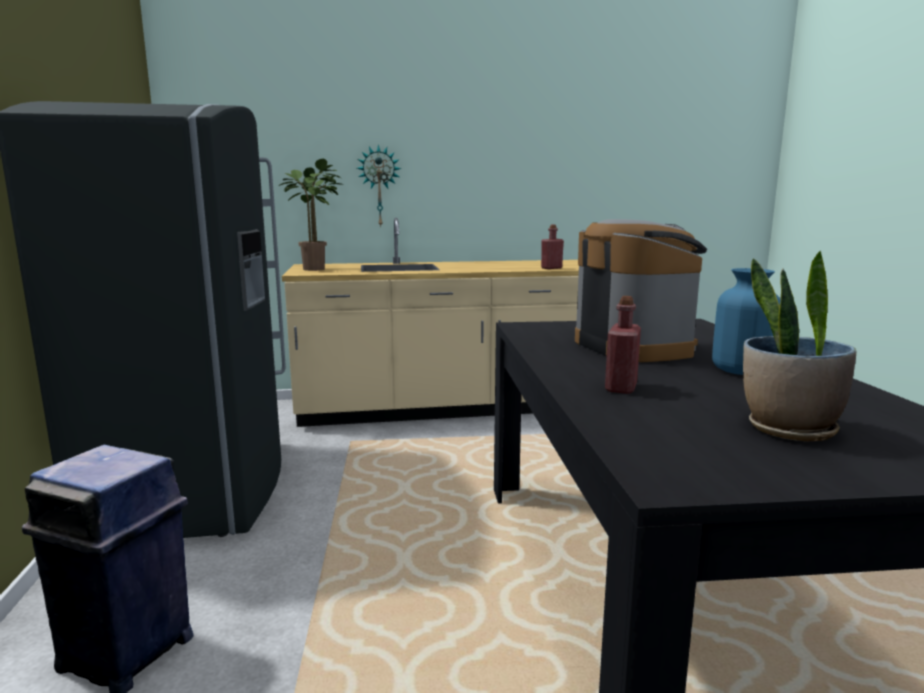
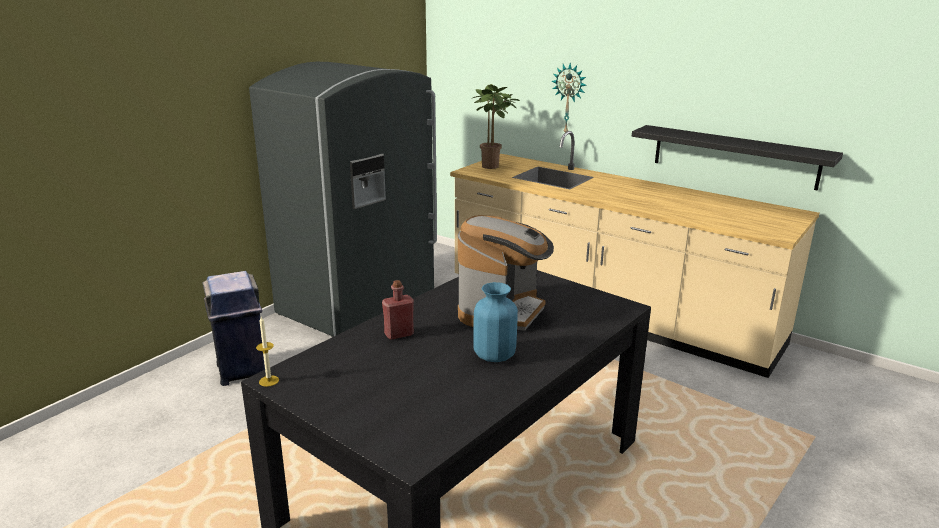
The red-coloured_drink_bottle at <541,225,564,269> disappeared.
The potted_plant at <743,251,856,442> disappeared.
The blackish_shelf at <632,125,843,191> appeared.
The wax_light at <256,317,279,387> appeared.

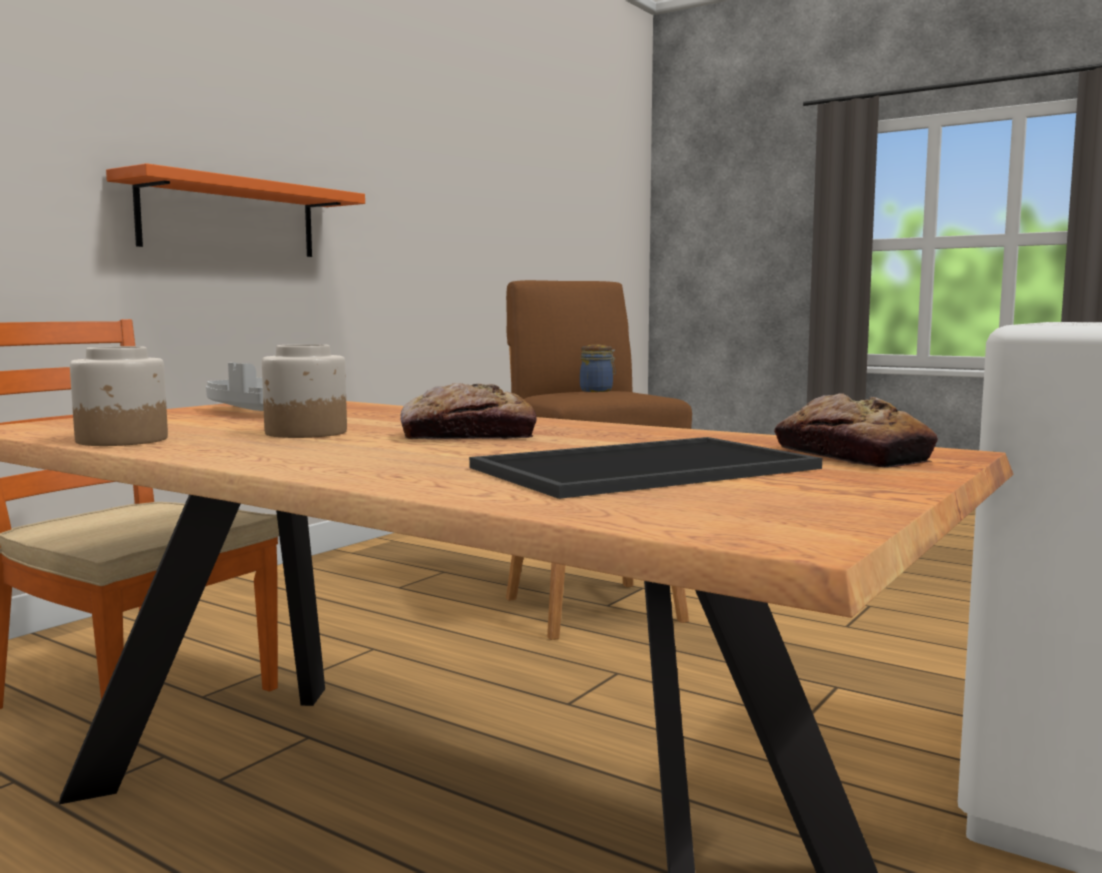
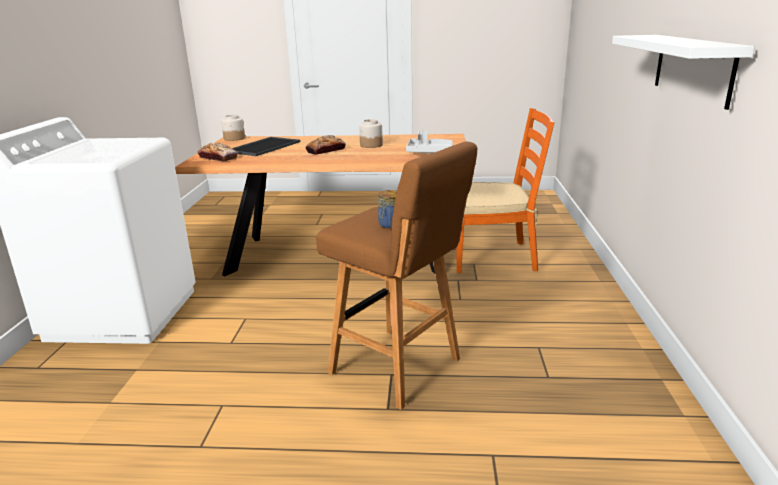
The orange_shelf at <106,163,365,257> became the white_shelf at <612,35,755,110>.
The jar moved from <70,346,168,446> to <221,115,245,141>.

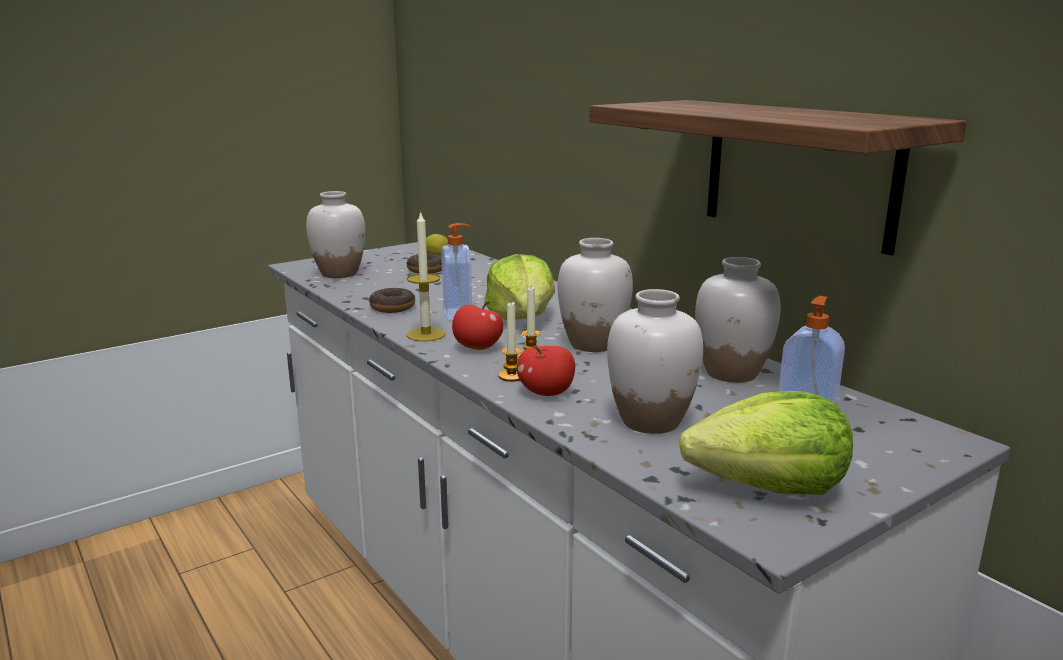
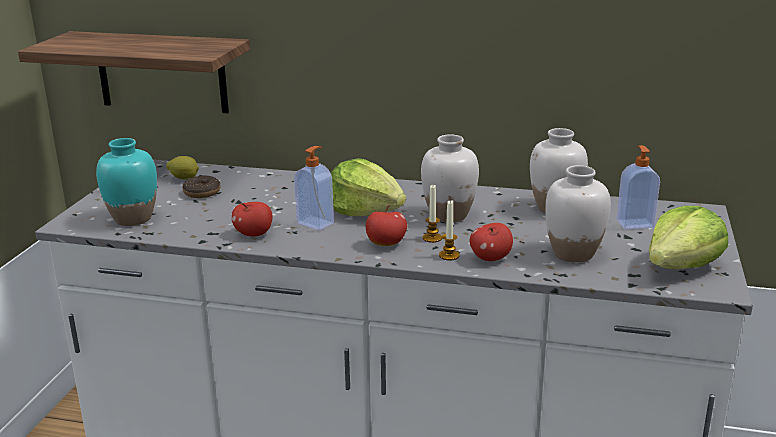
The shelf moved from <589,100,967,256> to <18,31,250,113>.
The white_flower_vase at <306,191,365,278> became the blue-green_flower_vase at <96,138,157,226>.
The wax_light at <407,211,445,341> disappeared.
The donut at <369,288,415,313> was replaced by the apple_fruit at <232,202,272,237>.

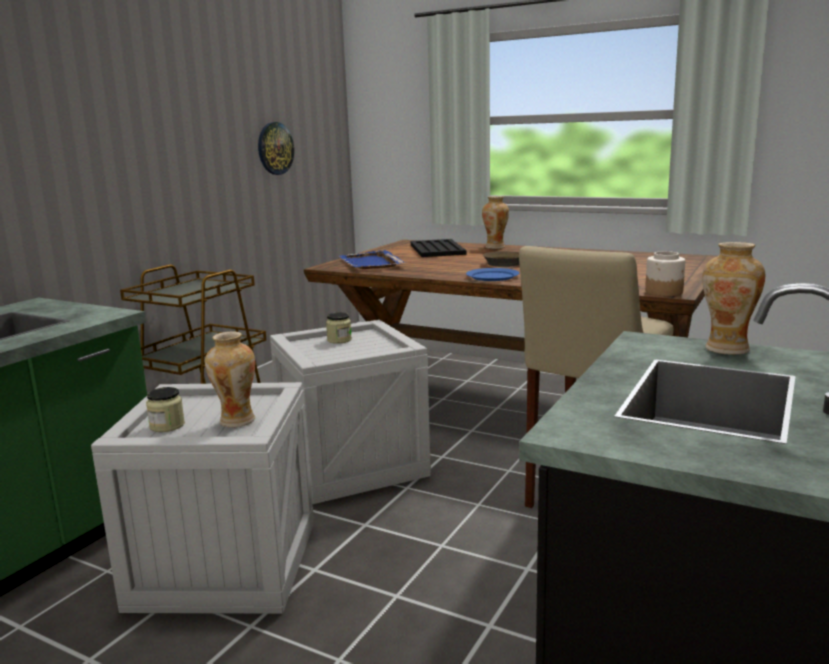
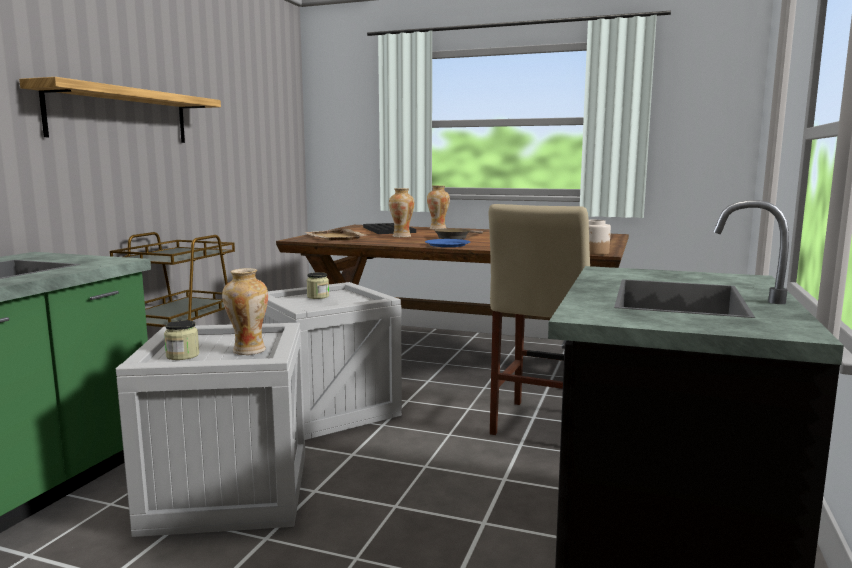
The hanging_clock at <258,122,294,175> disappeared.
The flower_vase moved from <702,242,765,355> to <389,188,414,238>.
The blue-coloured_tray at <340,250,406,269> became the sand-coloured_tray at <304,229,366,240>.
The shelf at <19,77,221,143> appeared.

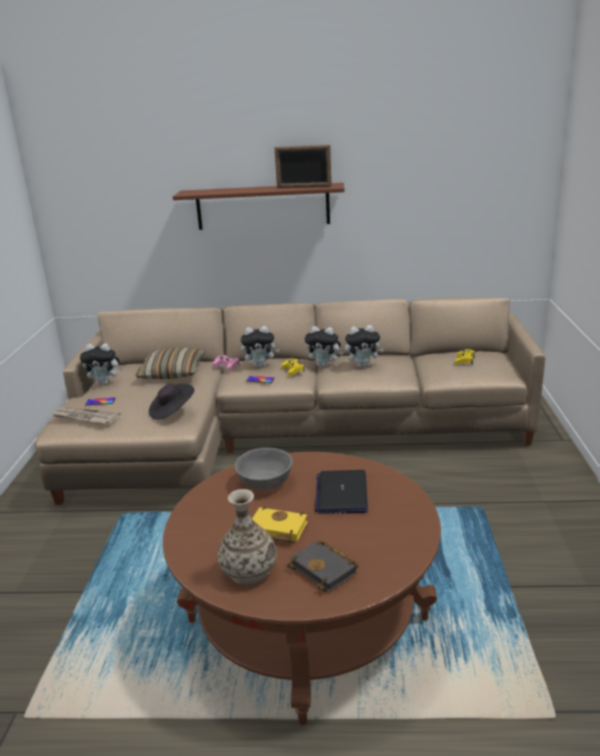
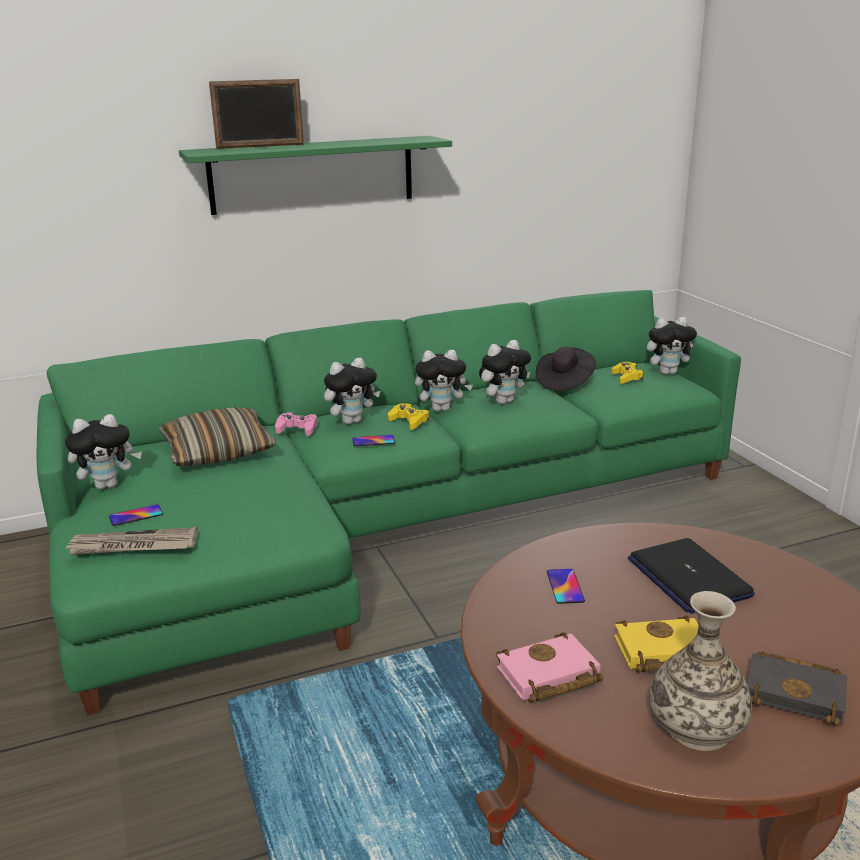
The picture_frame moved from <274,145,332,188> to <209,79,304,149>.
The brown-coloured_shelf at <173,183,345,230> became the greenish_shelf at <179,136,452,215>.
The sand-coloured_couch at <35,297,545,505> became the greenish_couch at <37,290,741,715>.
The blackish_wearable_hat moved from <149,384,194,420> to <536,347,596,391>.
The gray_serving_bowl at <235,448,293,490> was replaced by the phone at <547,569,585,604>.
The soft_toy at <647,317,697,375> appeared.
The pink_book at <496,632,603,703> appeared.

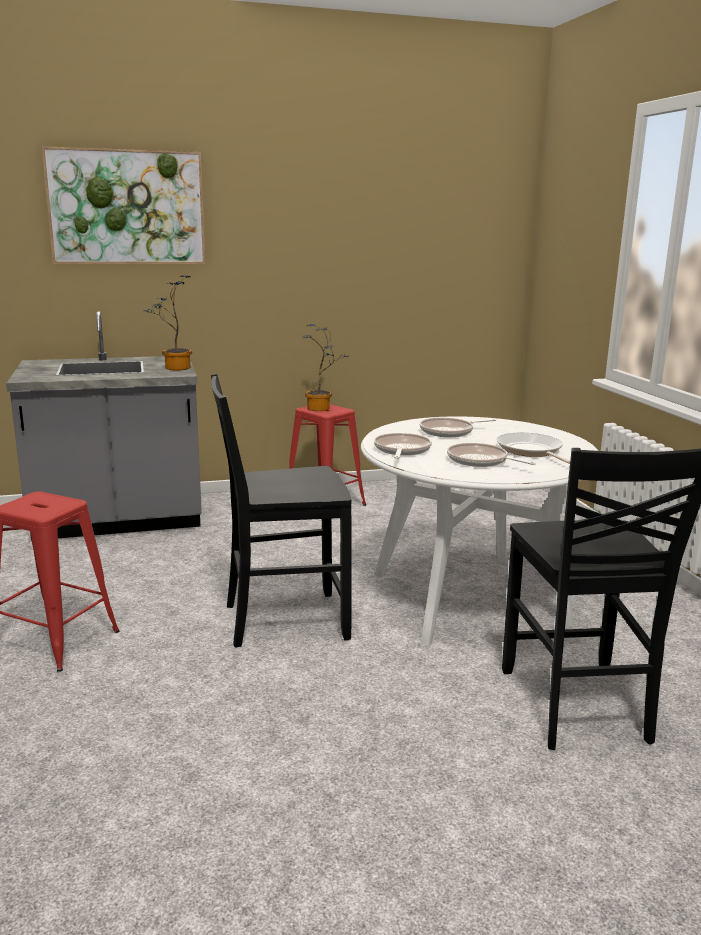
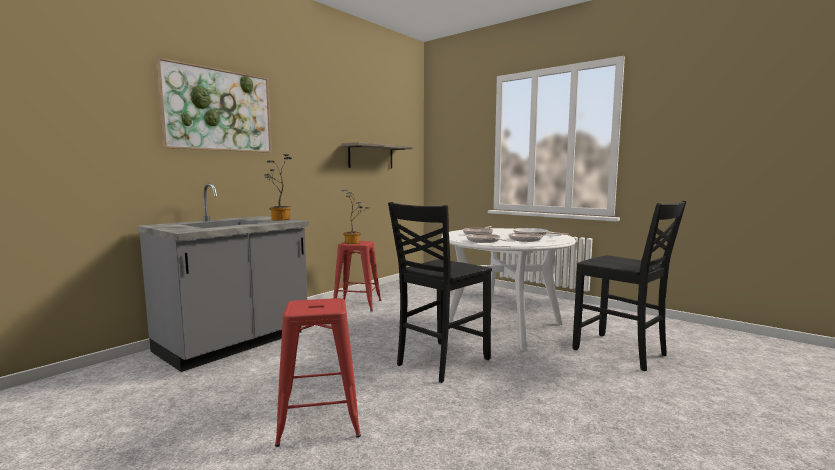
The shelf at <341,142,413,169> appeared.

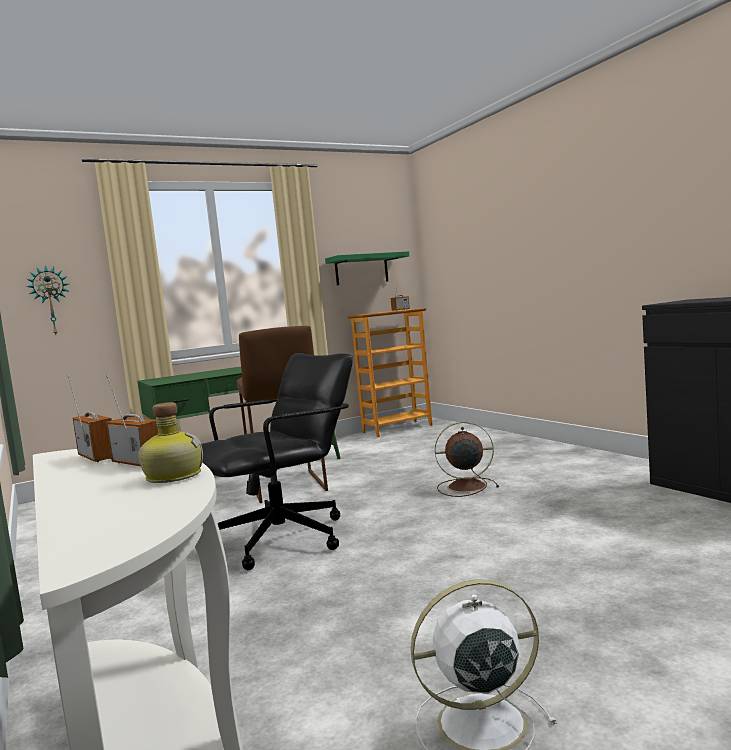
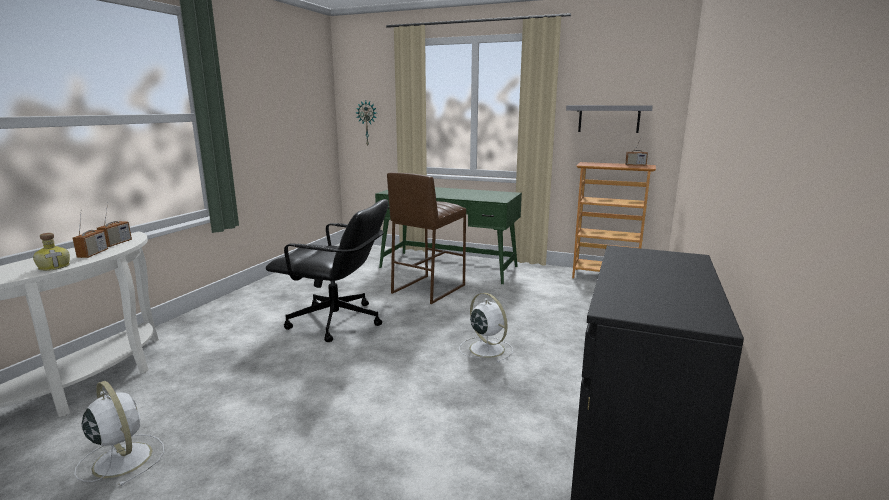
The greenish_shelf at <325,251,409,285> became the gray_shelf at <566,105,653,133>.
The brown-coloured_electric_fan at <435,422,499,497> became the white_electric_fan at <459,293,513,363>.

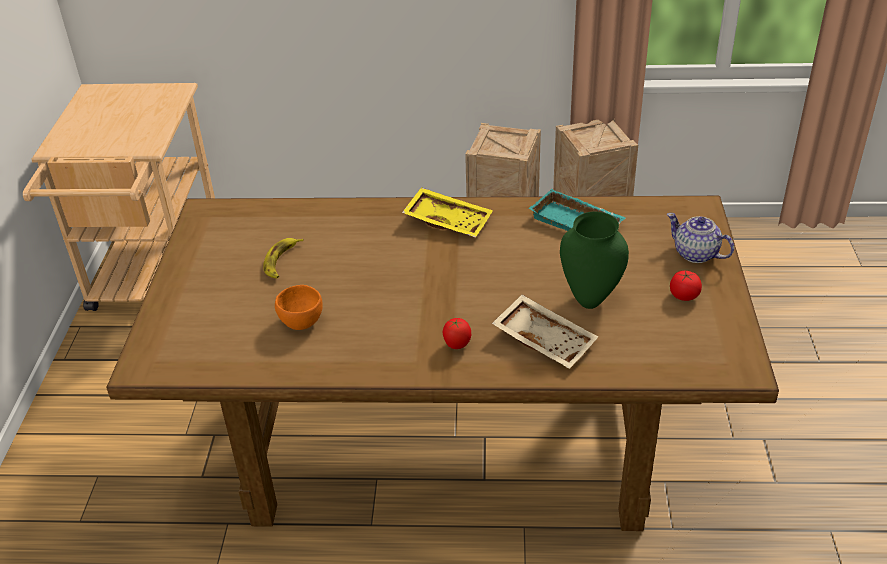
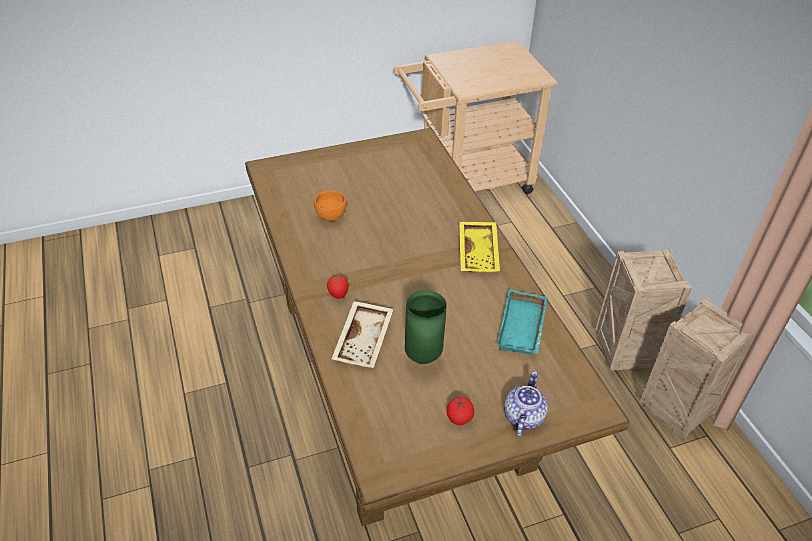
The whole_banana at <263,238,303,279> disappeared.

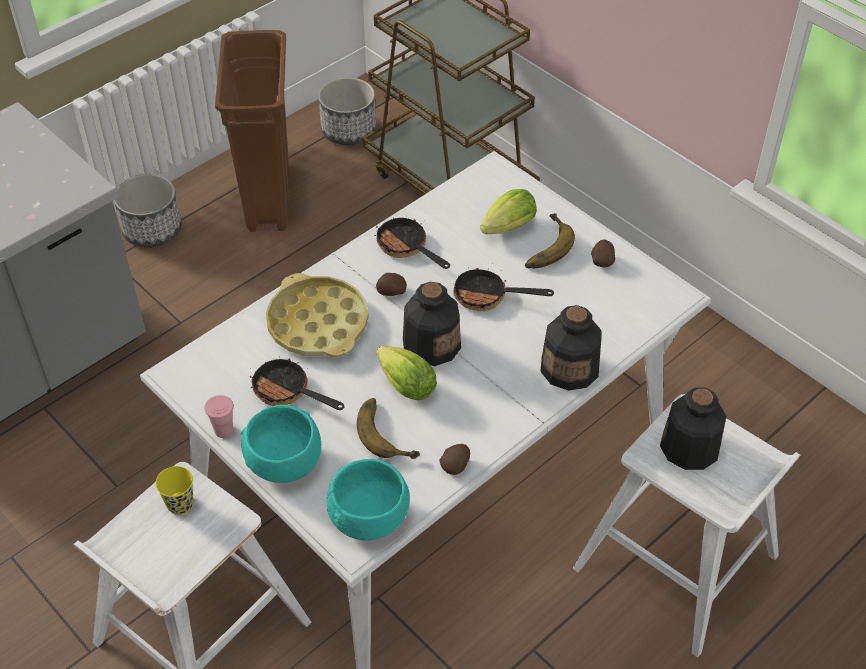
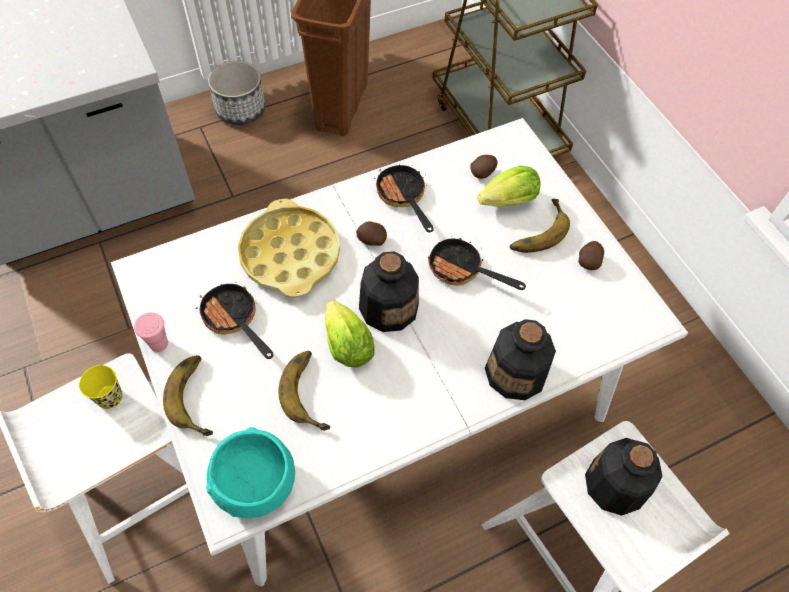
The planter at <318,77,376,145> disappeared.
The blue-green_serving_bowl at <241,405,321,483> was replaced by the whole_banana at <163,355,213,436>.
The whole_potato moved from <440,444,470,475> to <471,155,498,179>.

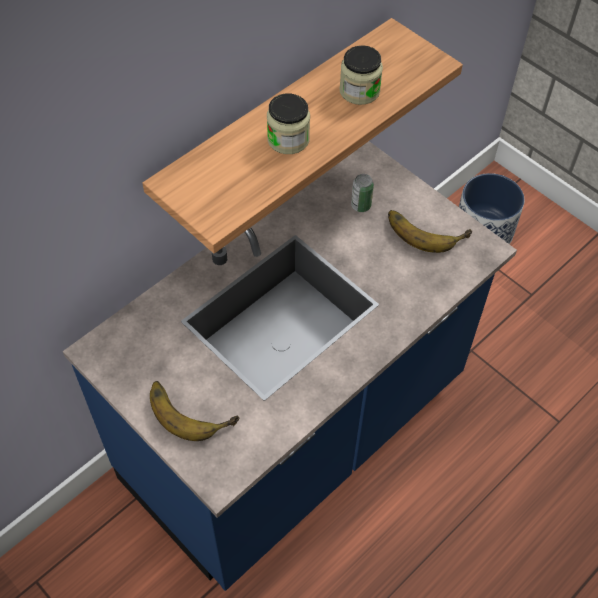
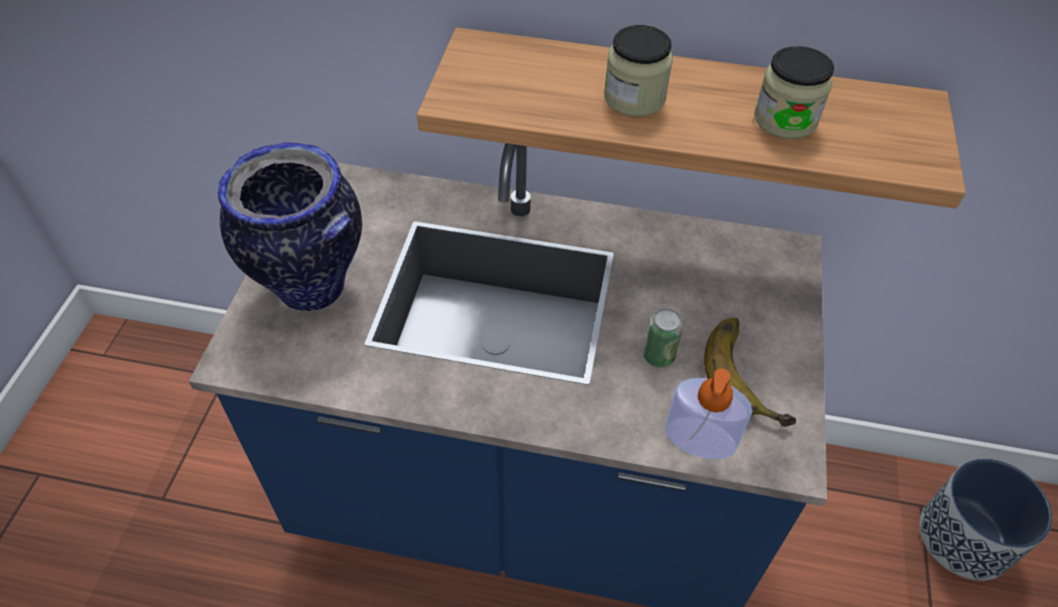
The metal_can moved from <351,174,374,212> to <643,309,683,368>.
The whole_banana at <150,381,240,441> was replaced by the flower_vase at <218,143,362,311>.
The liquid_soap_bottle at <665,369,752,459> appeared.

